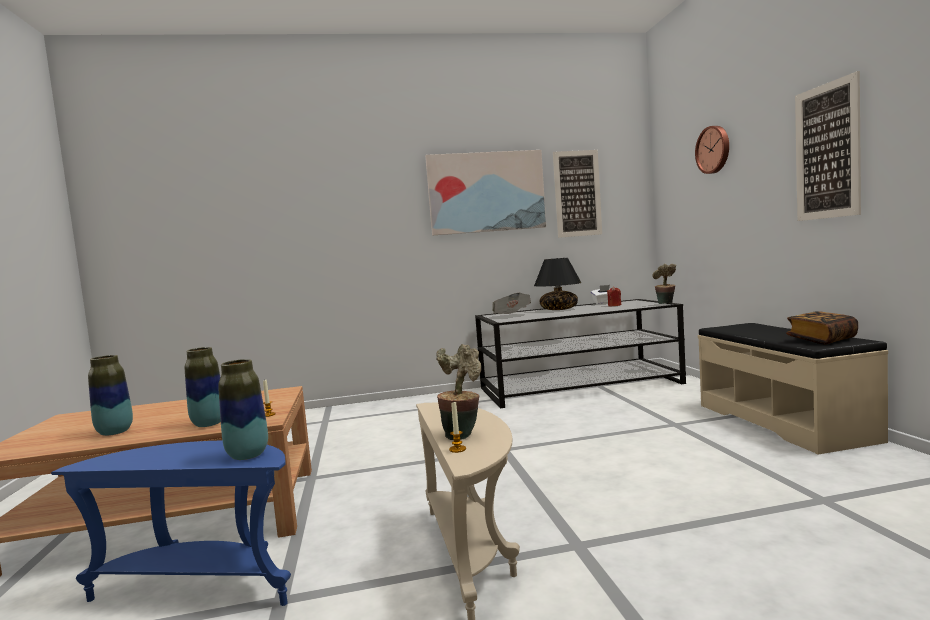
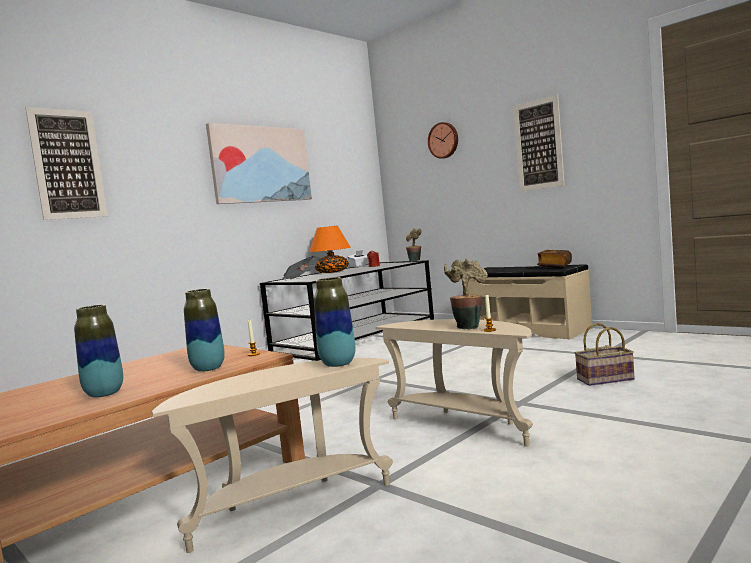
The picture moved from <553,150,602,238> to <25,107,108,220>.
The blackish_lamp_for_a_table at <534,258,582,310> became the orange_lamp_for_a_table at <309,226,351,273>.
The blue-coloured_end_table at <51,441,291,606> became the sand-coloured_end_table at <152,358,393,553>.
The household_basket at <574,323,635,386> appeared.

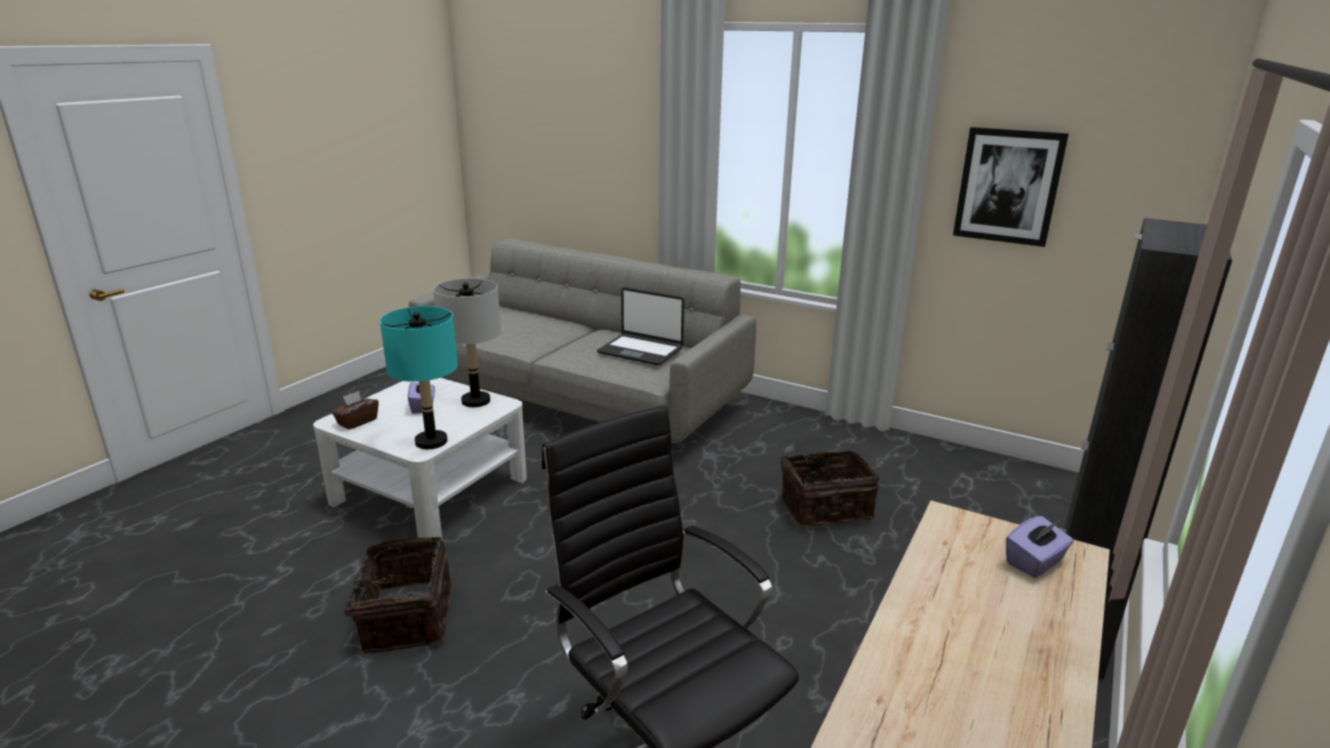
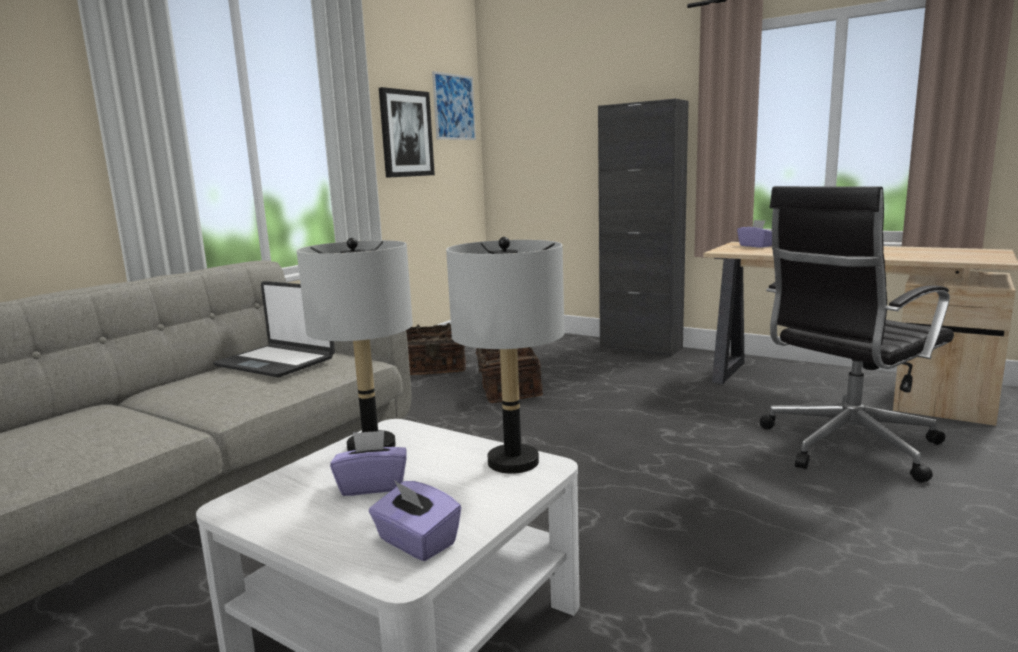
The portable_computer at <597,288,684,365> turned 90 degrees clockwise.
The blue-green_lamp_for_a_table at <380,306,458,449> became the gray_lamp_for_a_table at <446,237,564,474>.
The brown-coloured_tissue_box at <332,391,379,430> became the purple-coloured_tissue_box at <369,480,461,561>.
The household_basket moved from <332,537,452,653> to <406,323,466,375>.
The picture at <432,71,476,140> appeared.

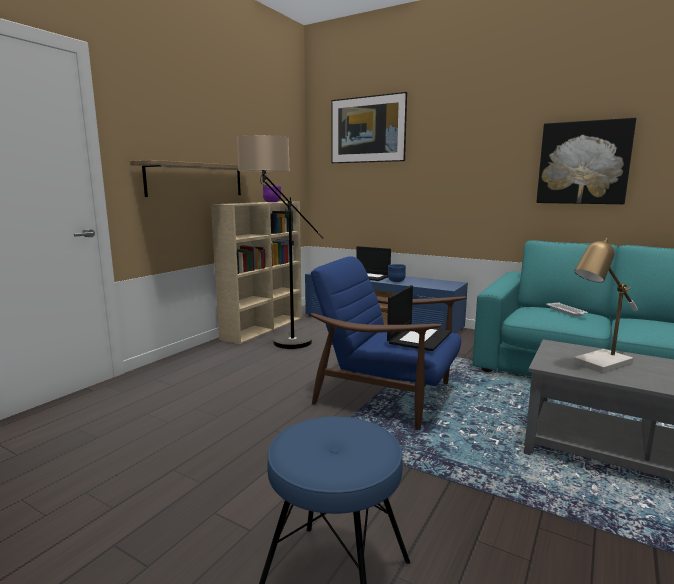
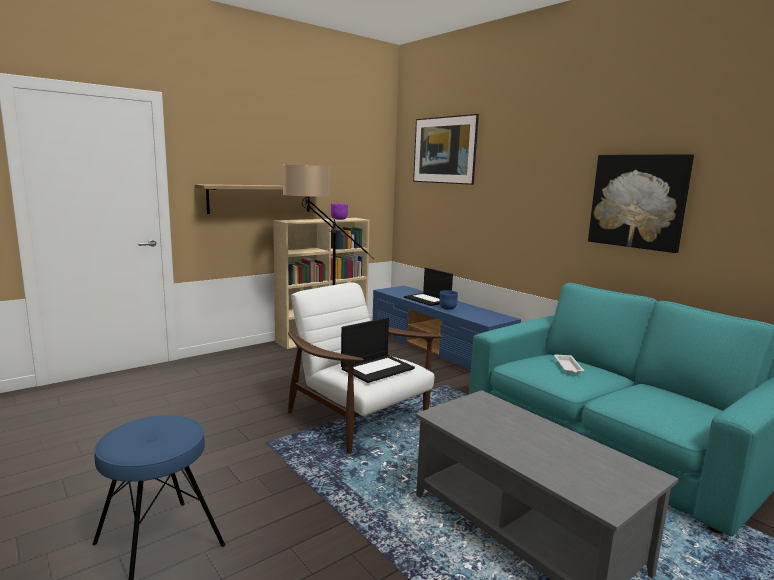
The lamp_for_a_table at <573,238,638,373> disappeared.
The blue-coloured_lounge_chair at <311,256,467,430> became the white_lounge_chair at <288,283,443,454>.

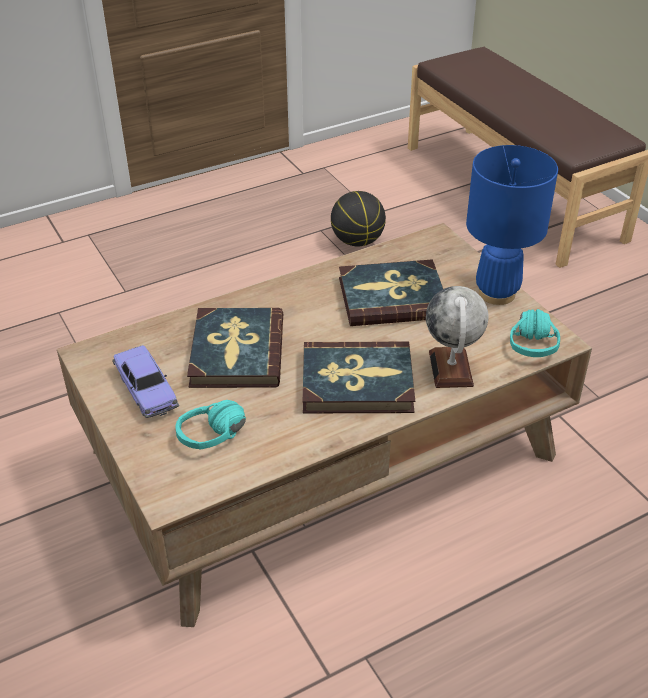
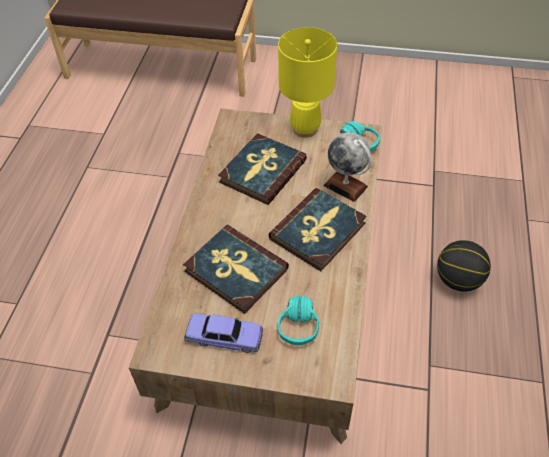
The blue-coloured_lamp_for_a_table at <466,145,558,305> became the yellow-coloured_lamp_for_a_table at <278,27,337,138>.
The basketball_ball moved from <331,191,386,246> to <437,240,491,292>.

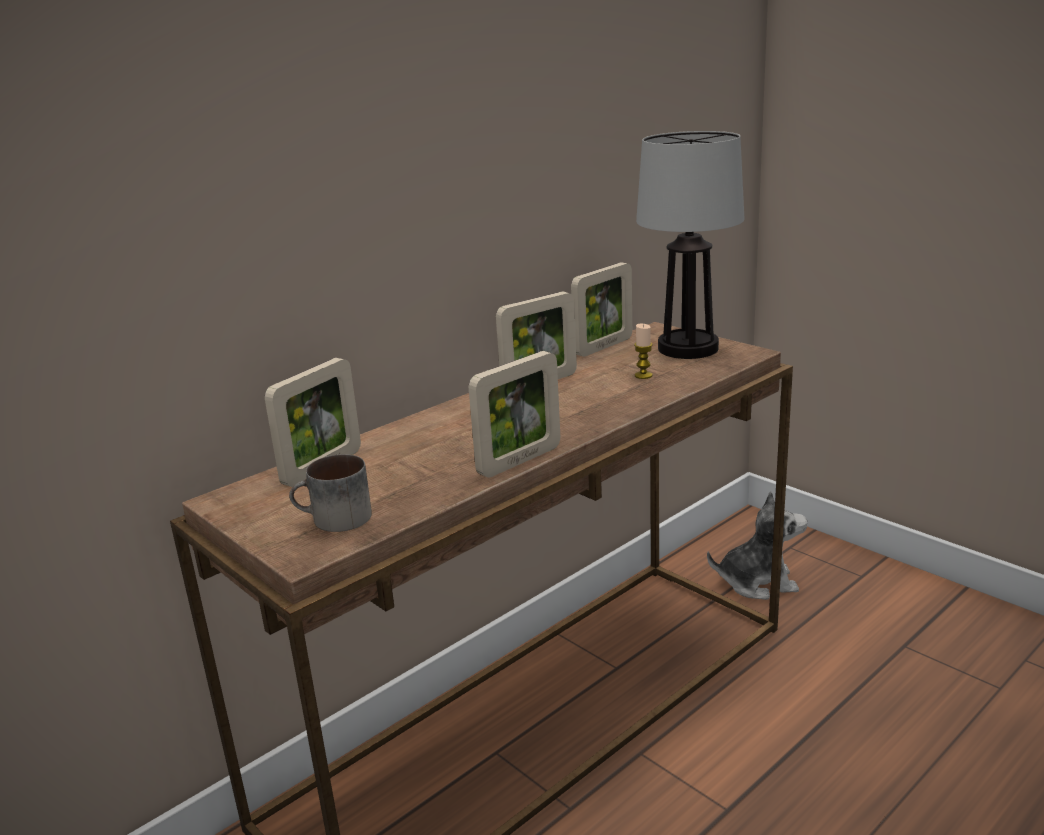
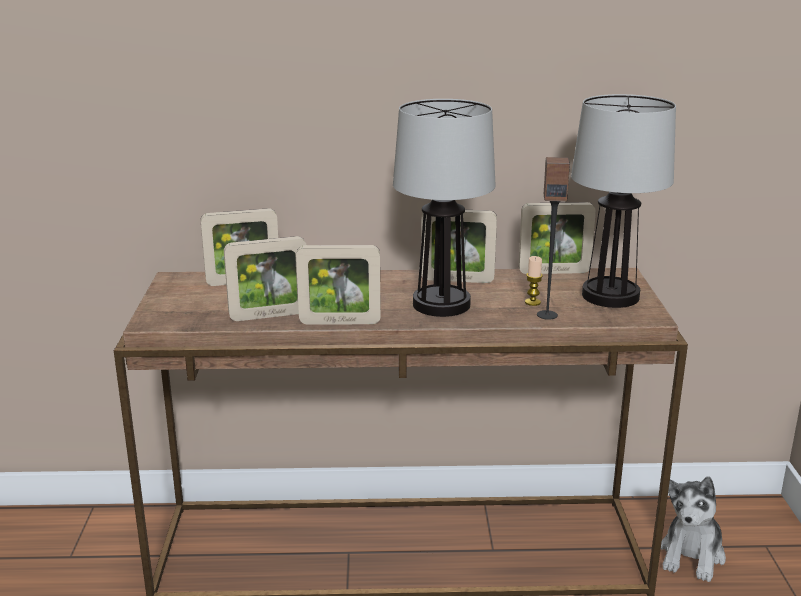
The coffee_mug at <289,454,372,532> disappeared.
The soft_toy at <707,491,807,600> turned 75 degrees clockwise.
The lamp_for_a_table at <393,99,496,317> appeared.
The loudspeaker at <537,157,570,320> appeared.
The picture_frame at <224,236,306,321> appeared.

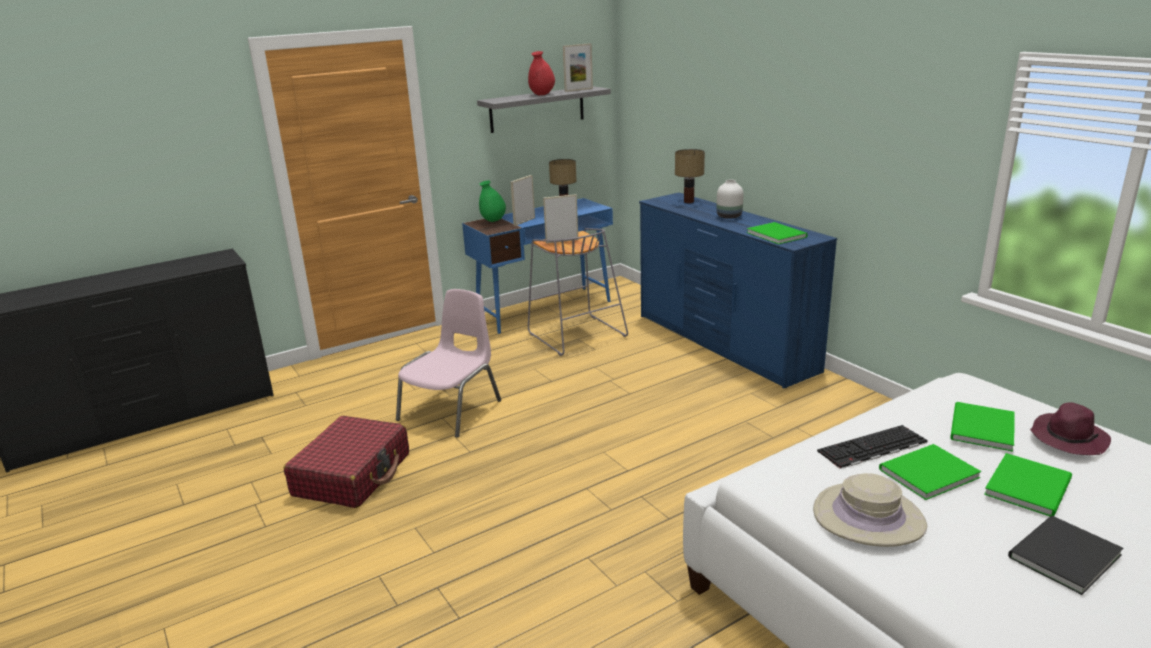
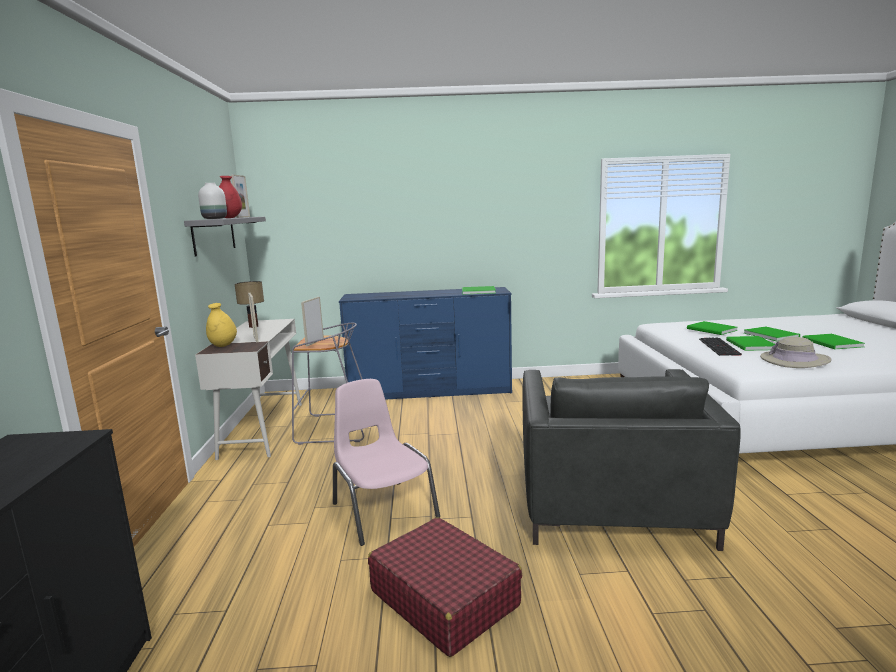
The lamp_for_a_table at <675,149,705,203> disappeared.
The white_flower_vase moved from <717,179,743,219> to <198,183,227,219>.
The greenish_flower_vase at <479,181,506,222> became the yellow-coloured_flower_vase at <206,303,237,347>.
The blue-coloured_desk_unit at <462,198,613,334> became the white_desk_unit at <195,319,302,460>.
The purple-coloured_wearable_hat at <1030,402,1111,455> disappeared.
The blackish_book at <1008,516,1124,595> became the greenish_book at <803,334,865,349>.
The gray_lounge_chair at <523,369,741,551> appeared.

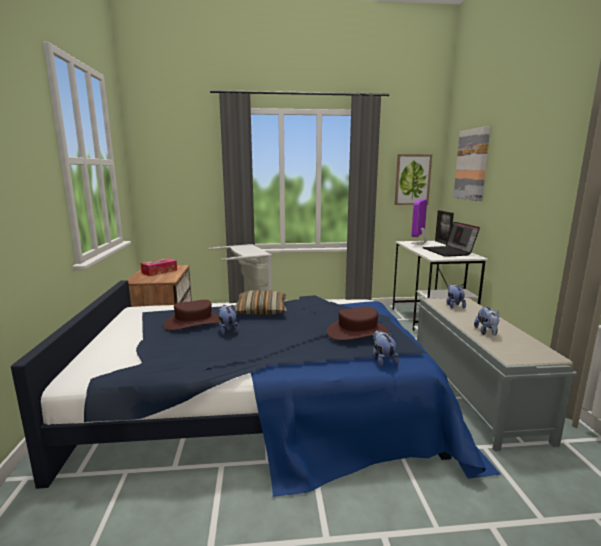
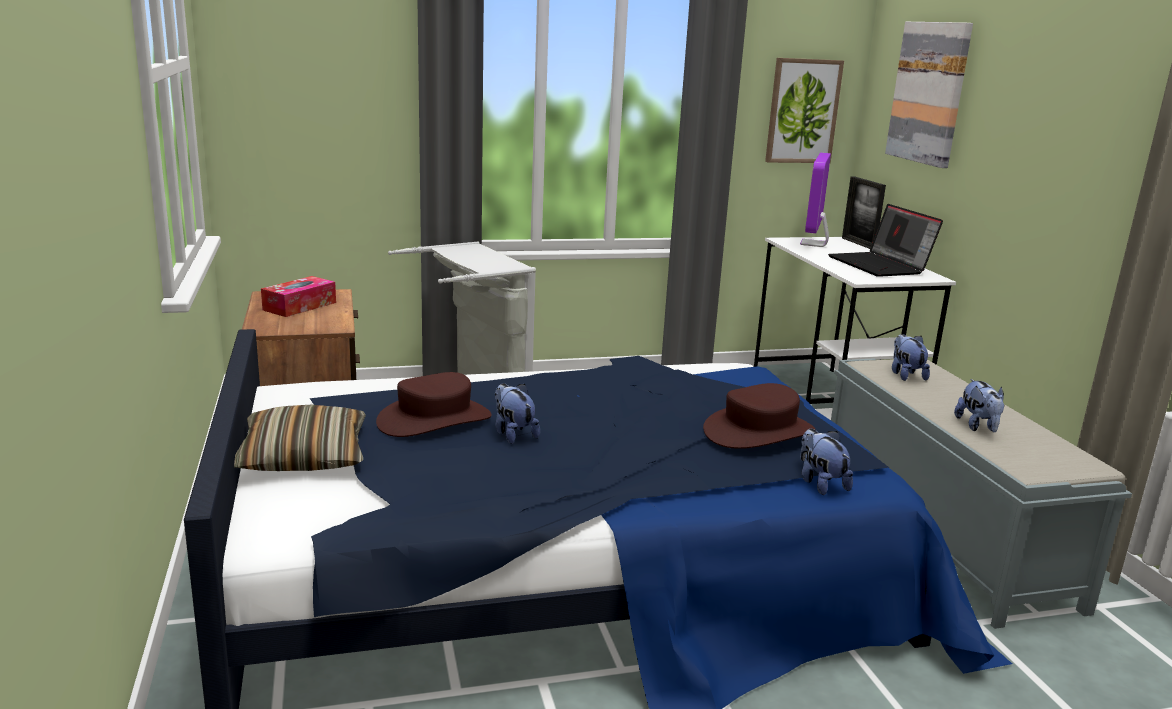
The throw_pillow moved from <234,290,287,315> to <234,405,366,471>.

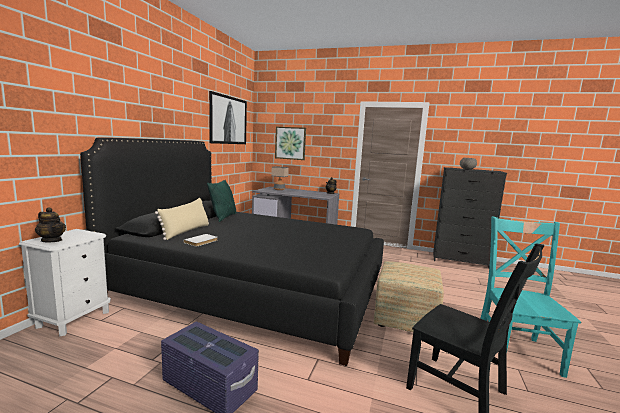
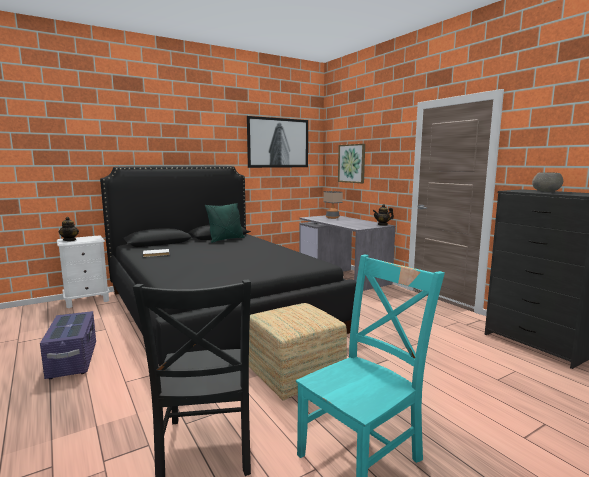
The sand-coloured_throw_pillow at <155,198,209,240> disappeared.

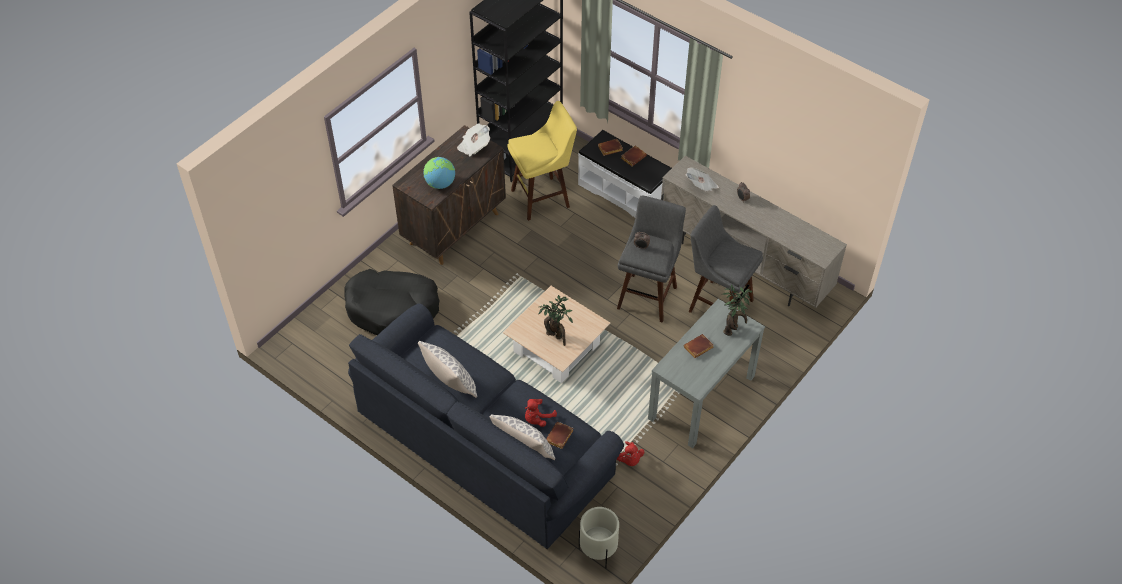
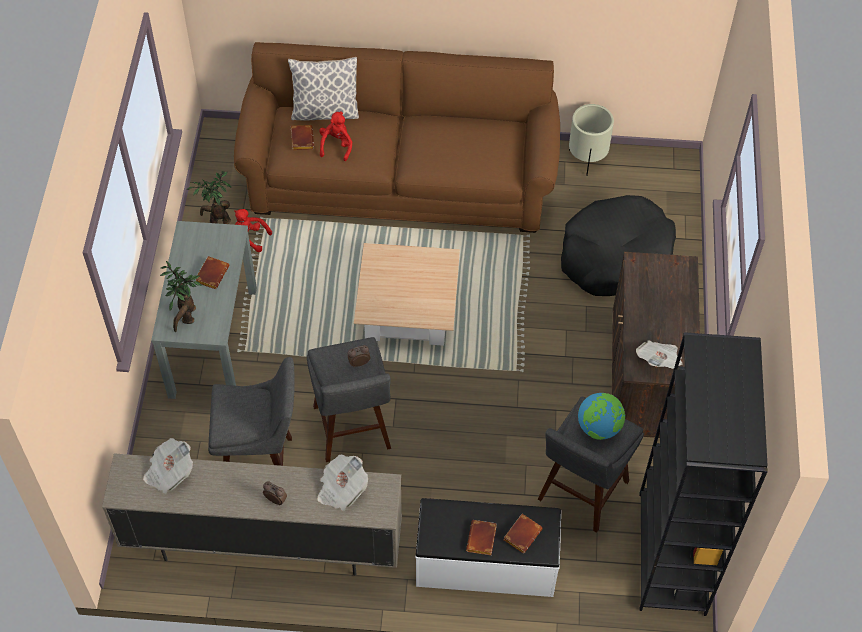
The yellow-coloured_stool_seat at <507,101,577,221> became the gray_stool_seat at <537,396,644,533>.
The desk_globe moved from <424,157,455,189> to <578,393,625,440>.
The potted_plant moved from <538,295,573,346> to <186,171,231,224>.
The blue-coloured_couch at <348,303,624,549> became the brown-coloured_couch at <234,42,560,233>.
The throw_pillow at <418,341,477,398> disappeared.
The sand-coloured_planter moved from <579,507,619,569> to <569,104,614,176>.
The newspaper at <143,438,193,494> appeared.

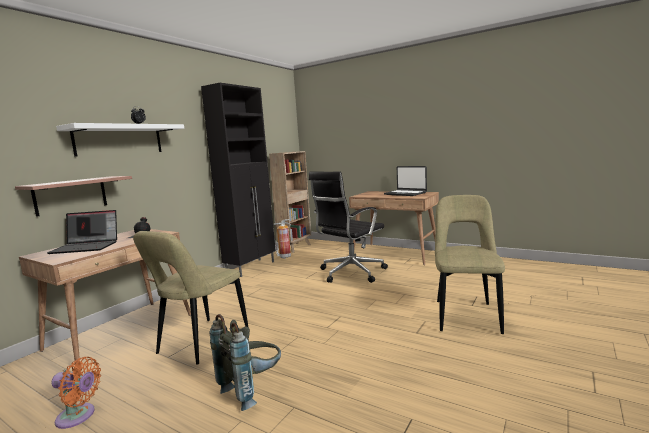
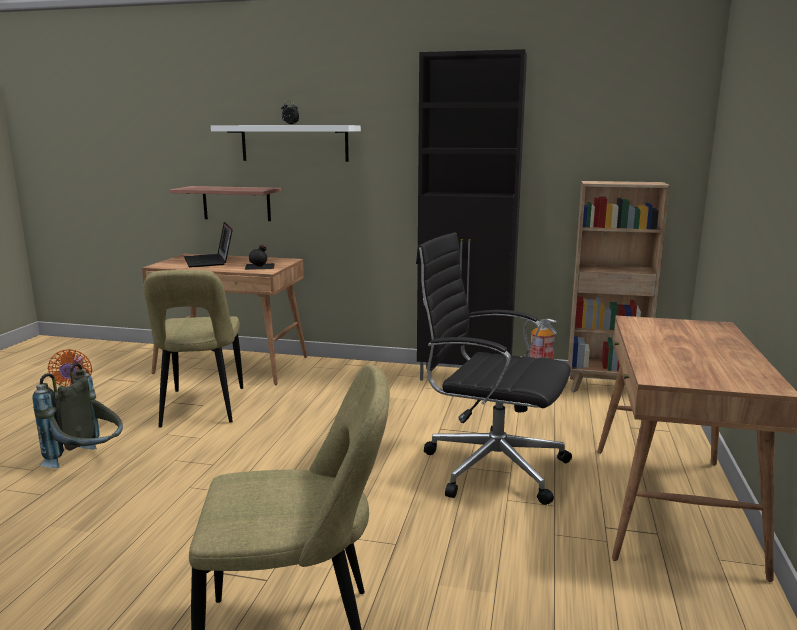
The portable_computer at <384,166,427,196> disappeared.
The sand-coloured_plain_chair at <133,231,249,365> turned 105 degrees counterclockwise.

